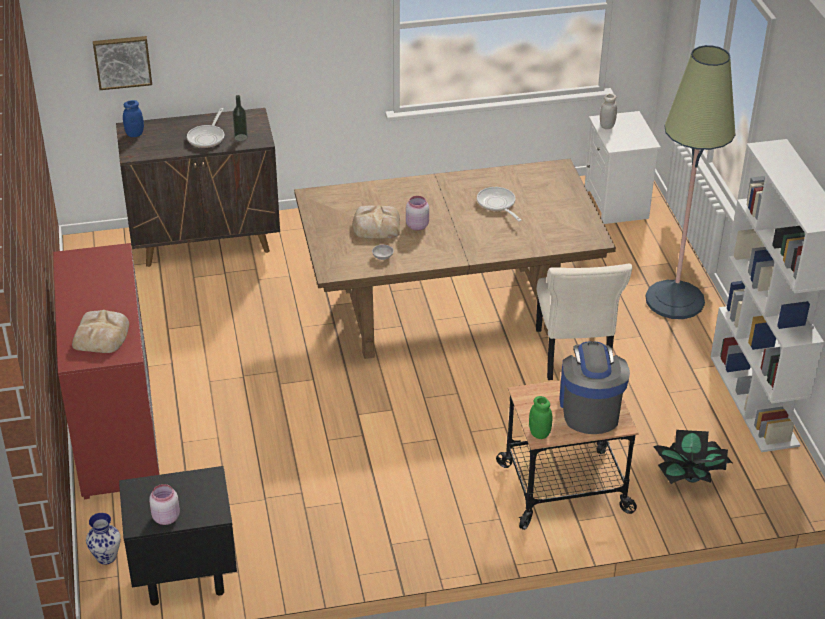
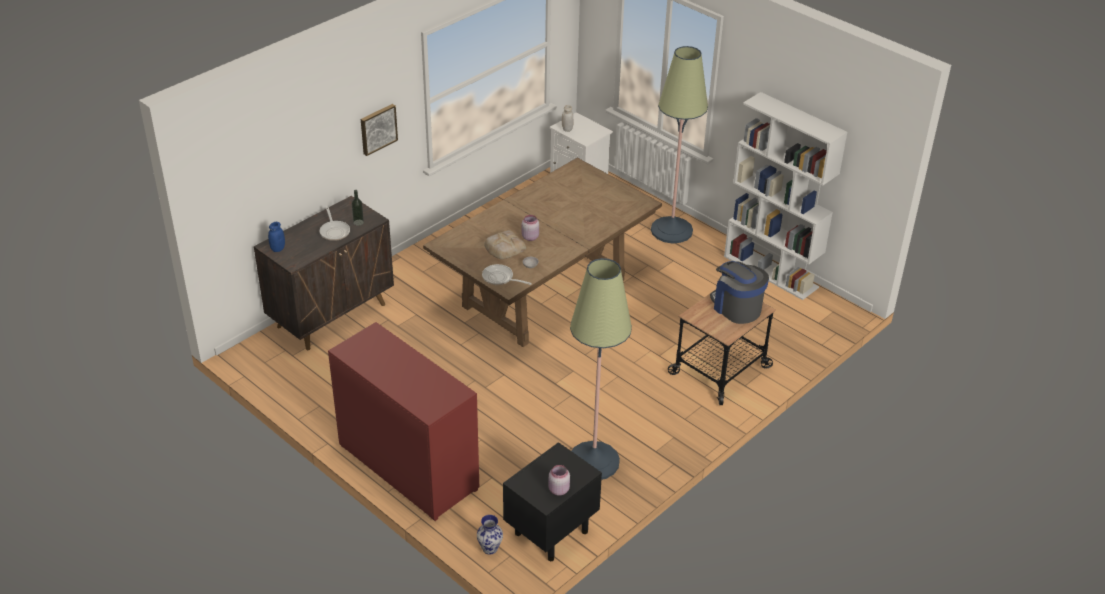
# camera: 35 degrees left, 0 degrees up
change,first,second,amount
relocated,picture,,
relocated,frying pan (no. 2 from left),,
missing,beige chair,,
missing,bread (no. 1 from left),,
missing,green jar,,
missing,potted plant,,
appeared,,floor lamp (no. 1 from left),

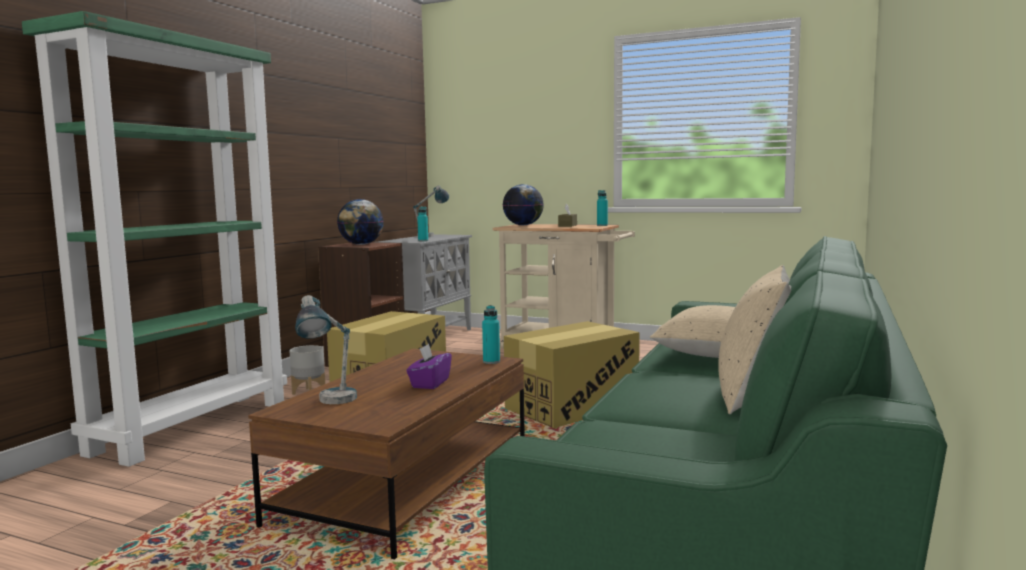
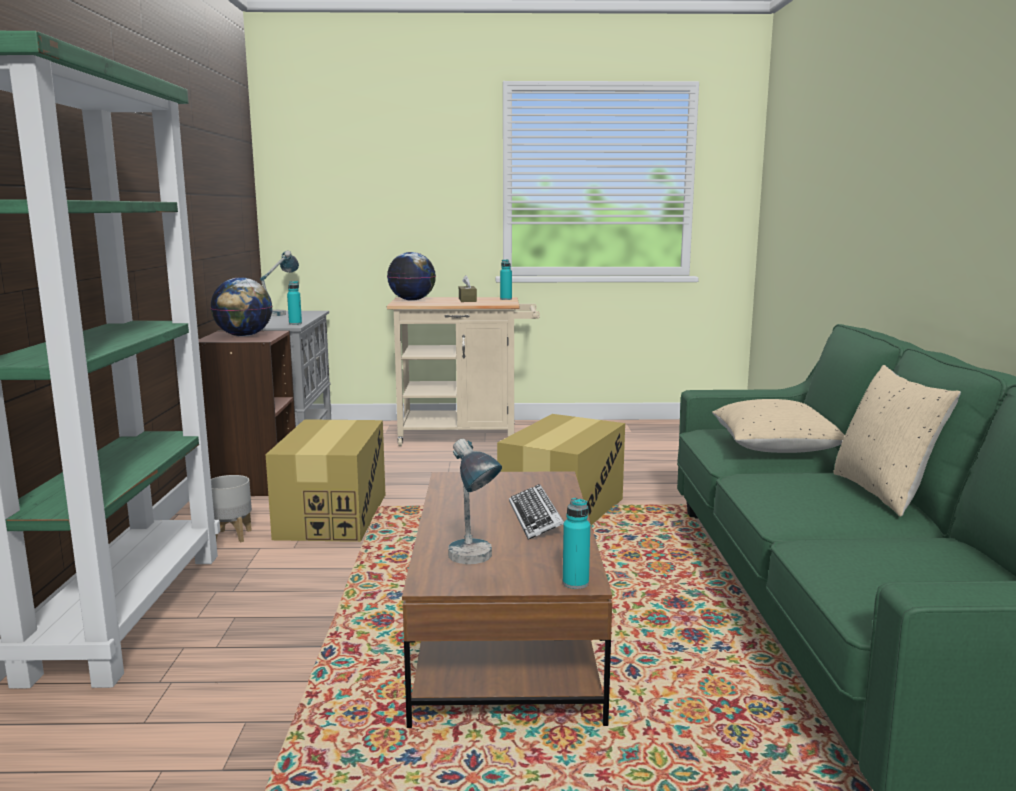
# camera: 25 degrees left, 5 degrees up
change,first,second,amount
relocated,turquoise bottle (no. 2 from left in the first image),turquoise bottle (no. 3 from left),
exchanged,purple tissue box,keyboard,

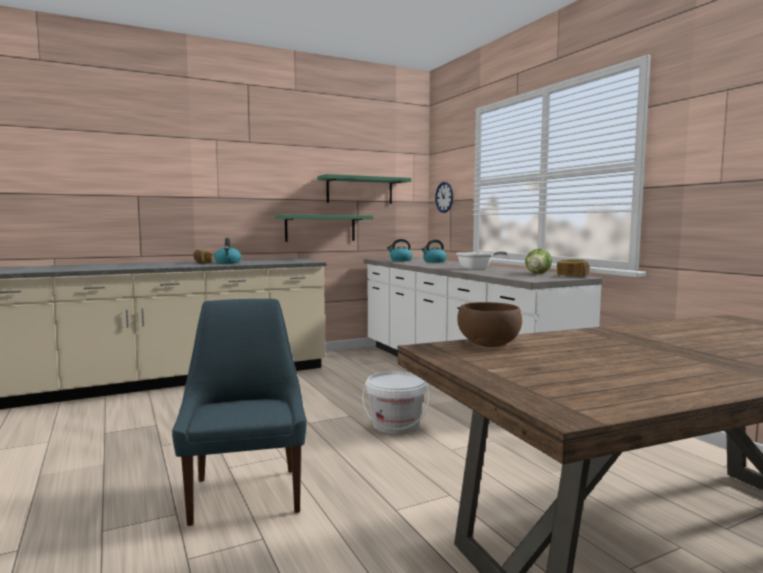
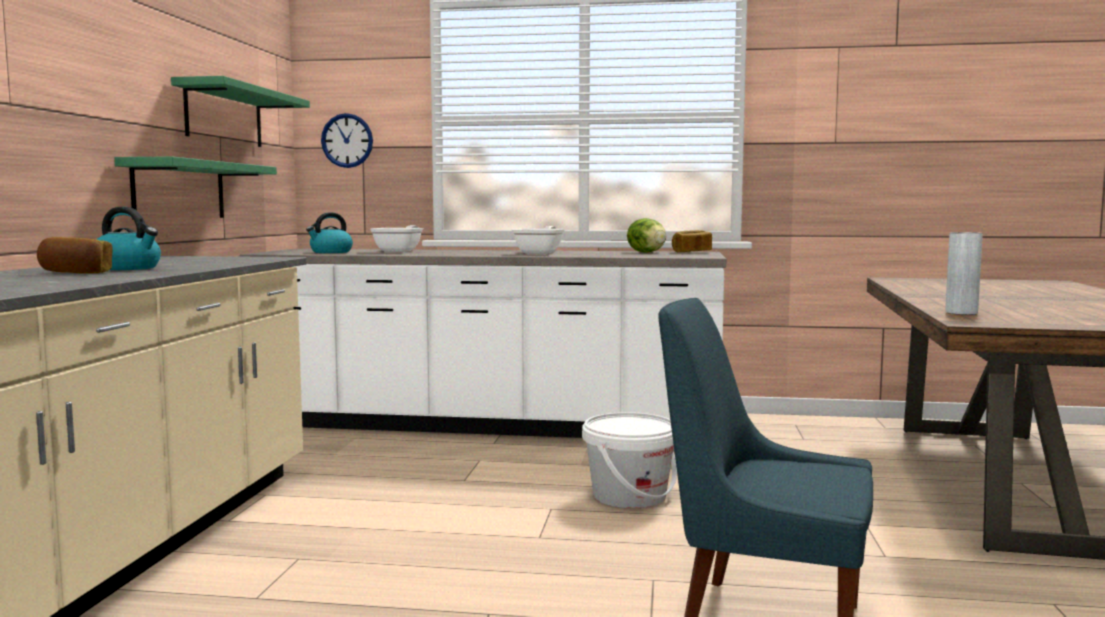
# camera: 55 degrees left, 0 degrees up
change,first,second,amount
exchanged,kettle (no. 3 from left),frying pan (no. 1 from left),
exchanged,brown bowl,grey vase,

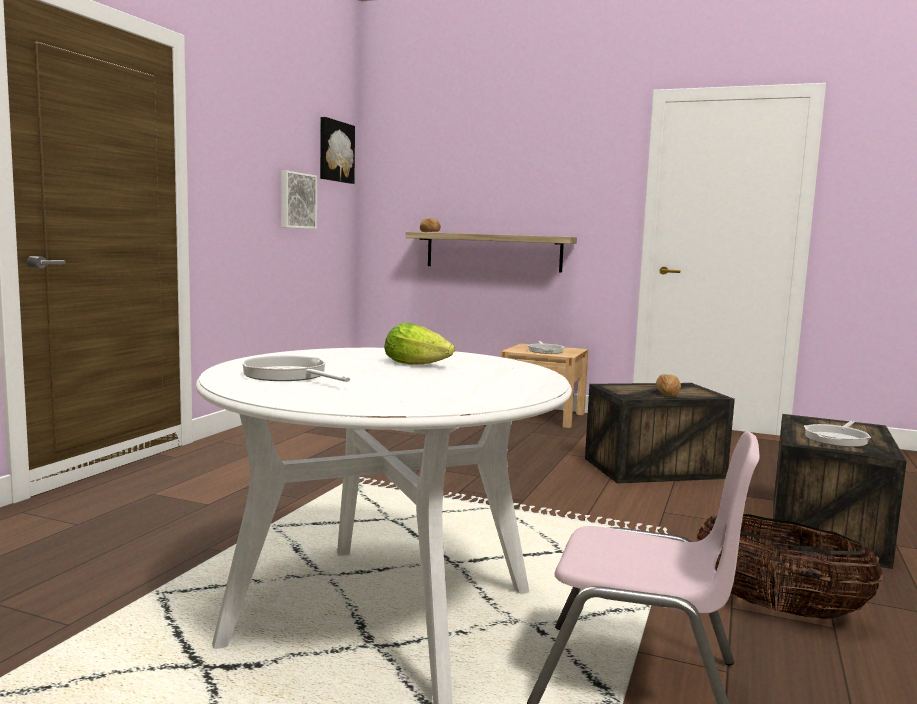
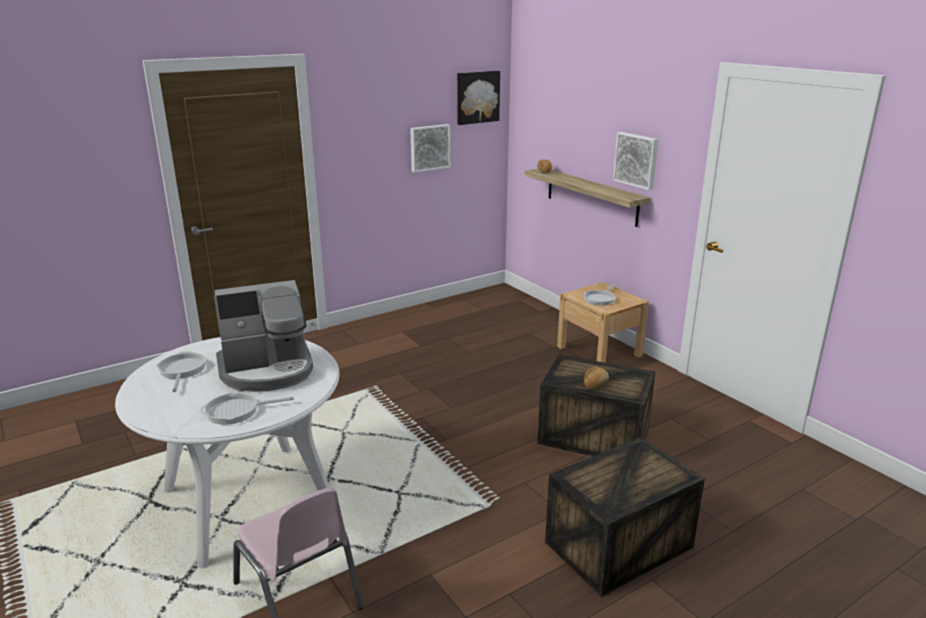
# camera: 35 degrees right, 15 degrees up
change,first,second,amount
exchanged,lettuce,coffee machine,
relocated,frying pan (no. 3 from left in the first image),frying pan (no. 2 from left),
missing,basket,,
appeared,,picture (no. 3 from left),

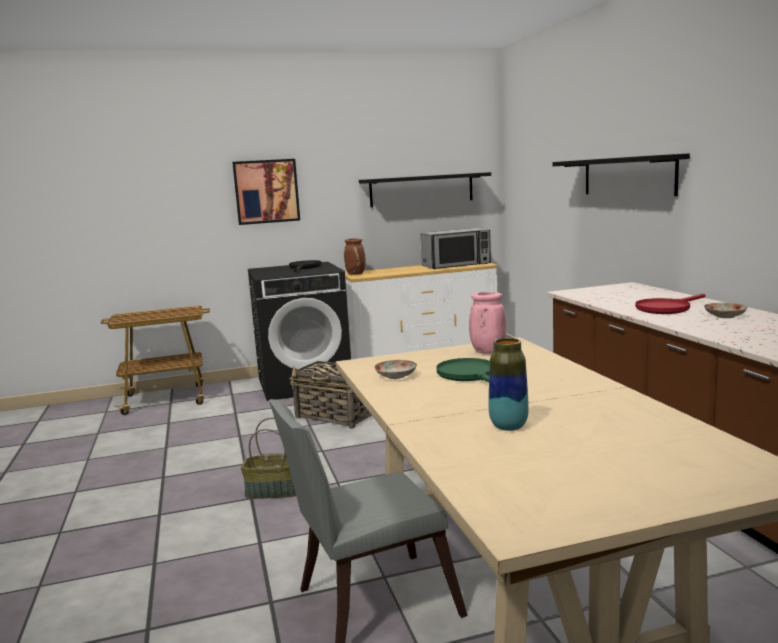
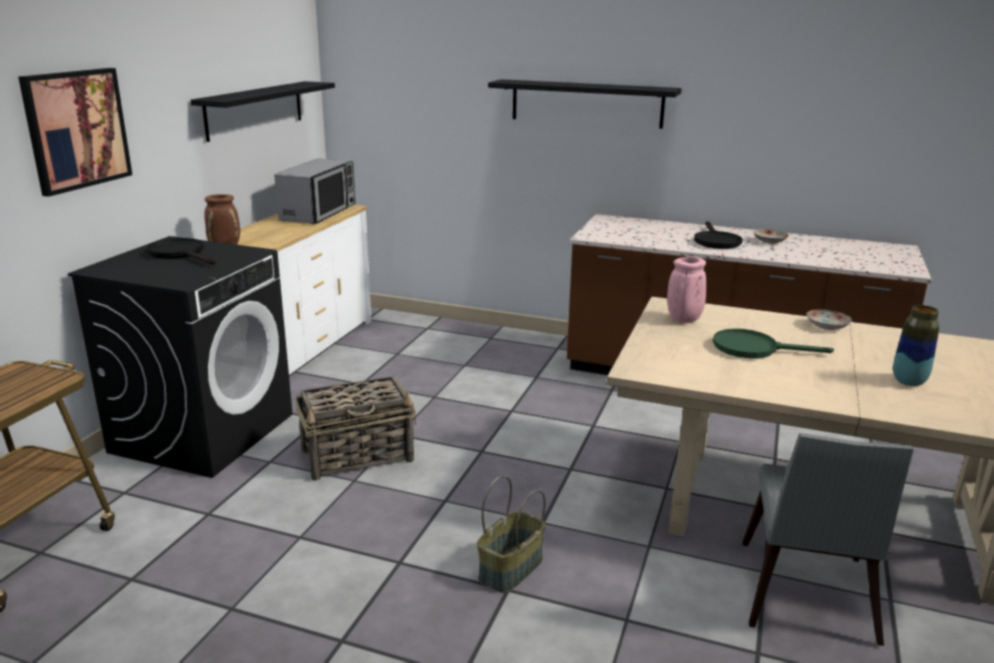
# camera: 55 degrees left, 10 degrees up
change,first,second,amount
colour,red frying pan,black frying pan (no. 2 from left),
relocated,plate (no. 1 from left in the first image),plate (no. 2 from left),

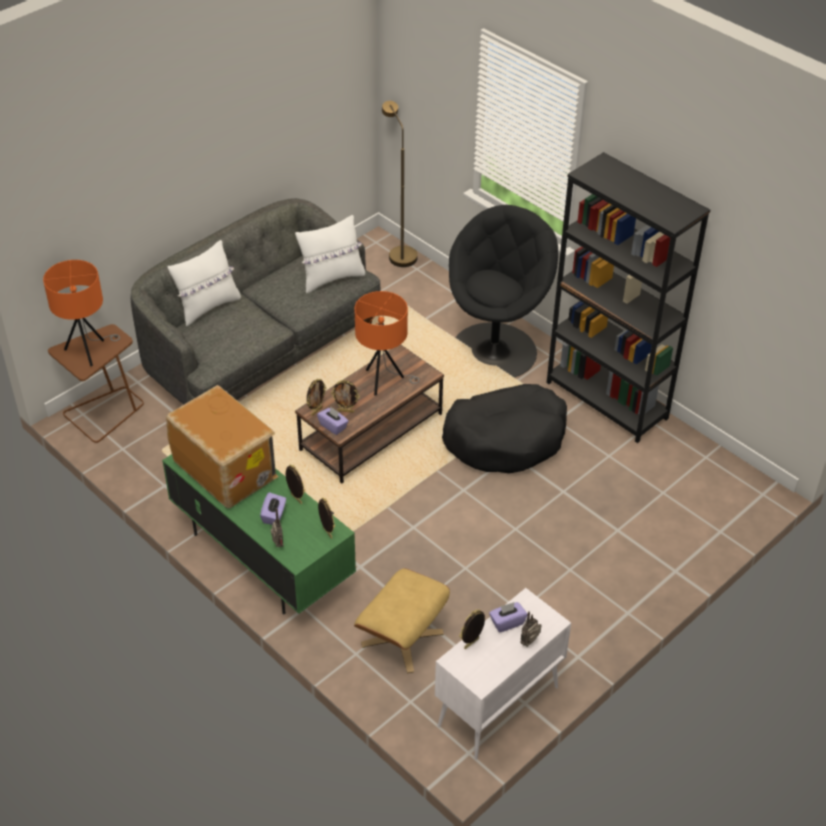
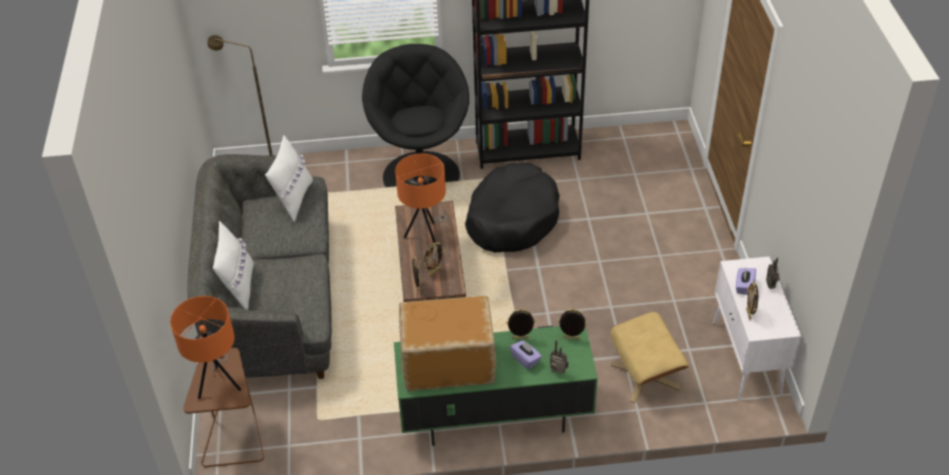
# camera: 50 degrees left, 0 degrees up
change,first,second,amount
missing,purple tissue box (no. 2 from left),,

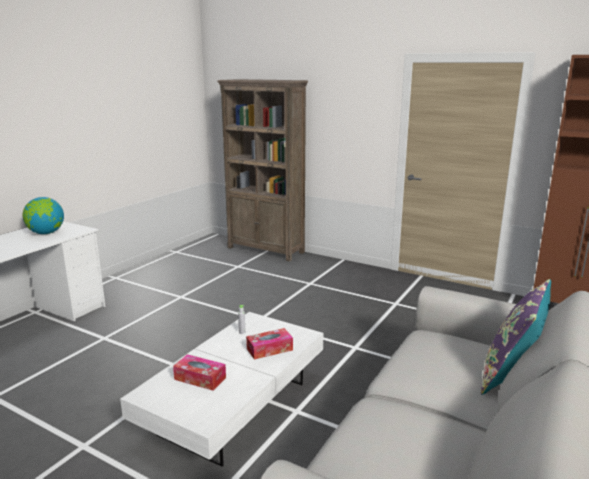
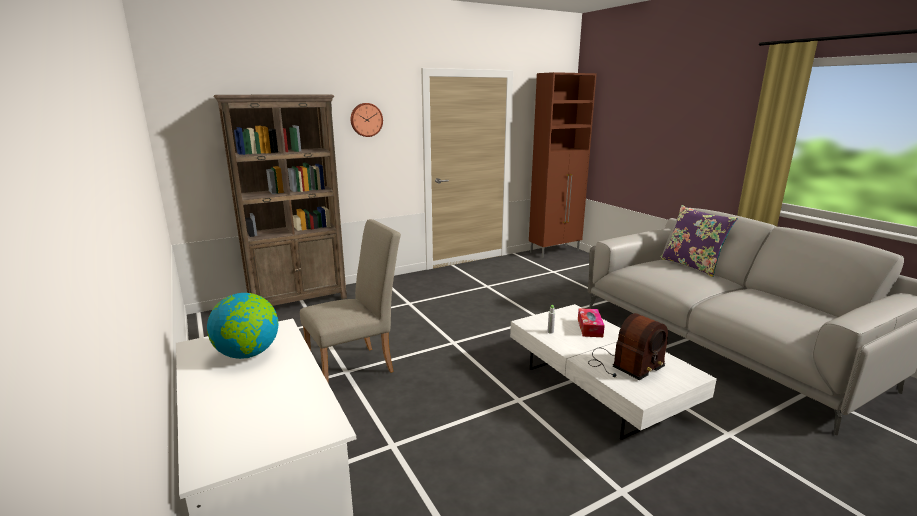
# camera: 60 degrees left, 0 degrees up
change,first,second,amount
exchanged,tissue box (no. 1 from left),radio,
appeared,,wall clock,
appeared,,beige chair,

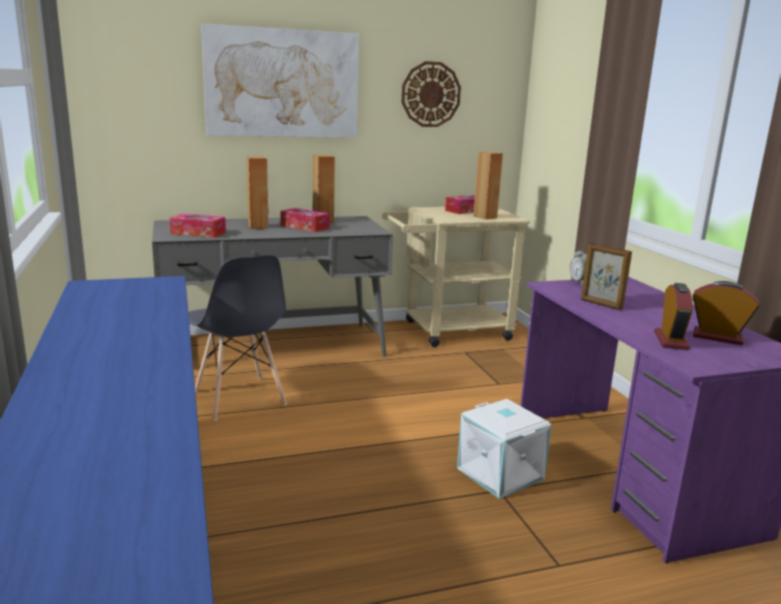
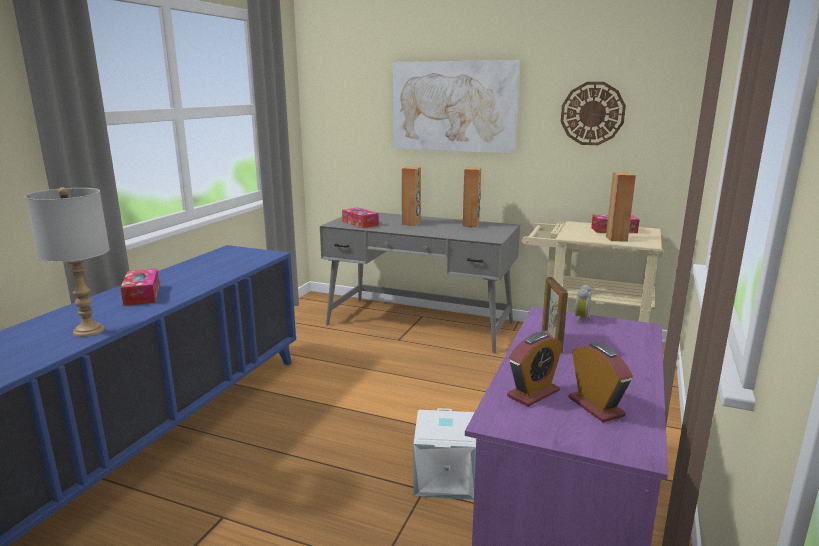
# camera: 40 degrees right, 0 degrees up
change,first,second,amount
relocated,tissue box (no. 2 from left in the first image),tissue box (no. 1 from left),
missing,grey chair,,
appeared,,grey table lamp,

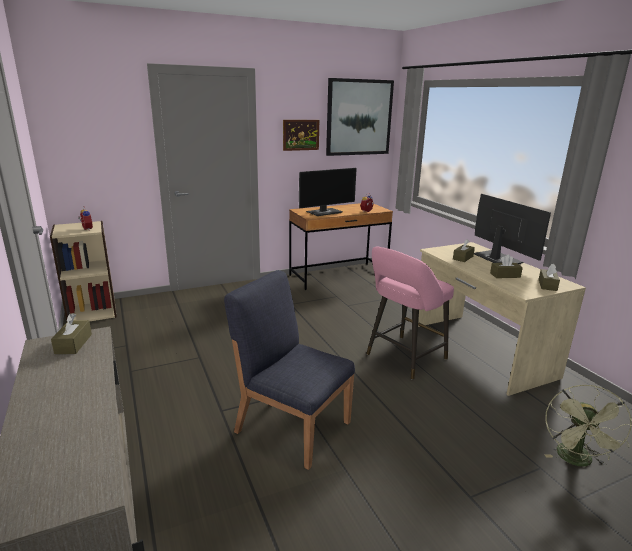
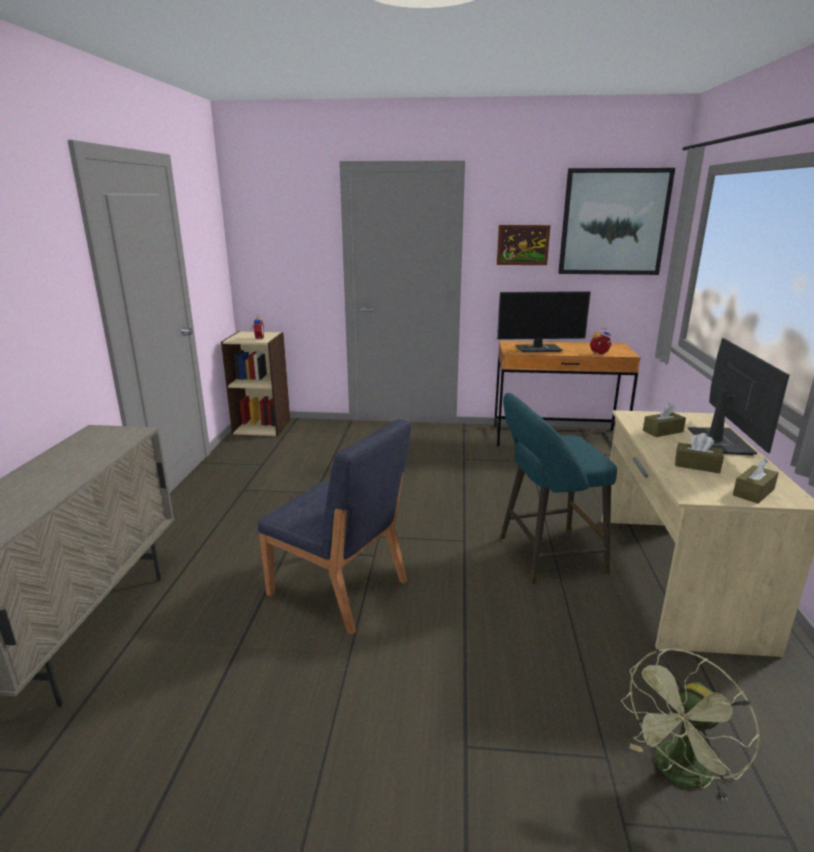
# camera: 30 degrees right, 0 degrees up
change,first,second,amount
colour,pink stool,turquoise stool,
spun,blue chair,,150 degrees clockwise
missing,brown tissue box (no. 1 from left),,

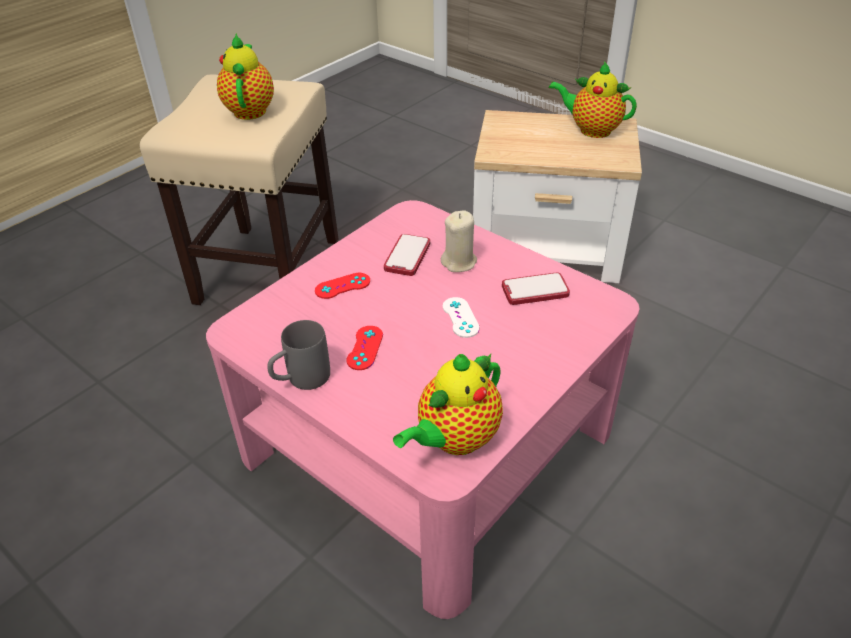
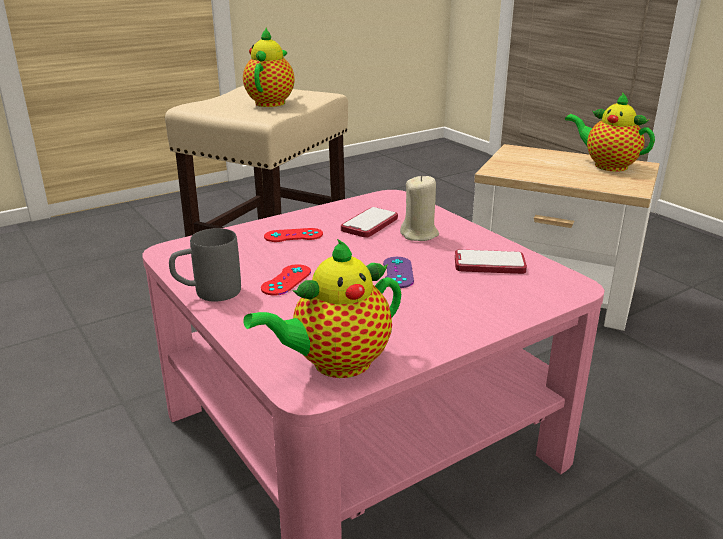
# camera: 15 degrees right, 15 degrees down
change,first,second,amount
colour,white game controller,purple game controller,

